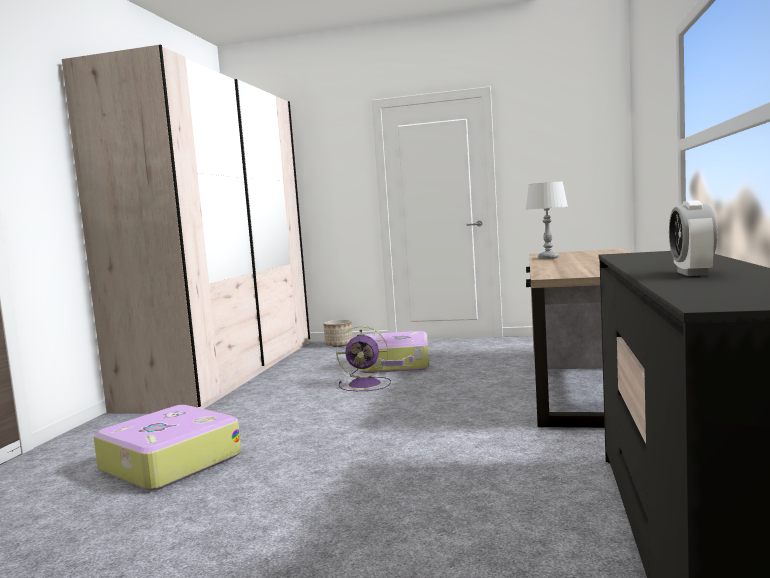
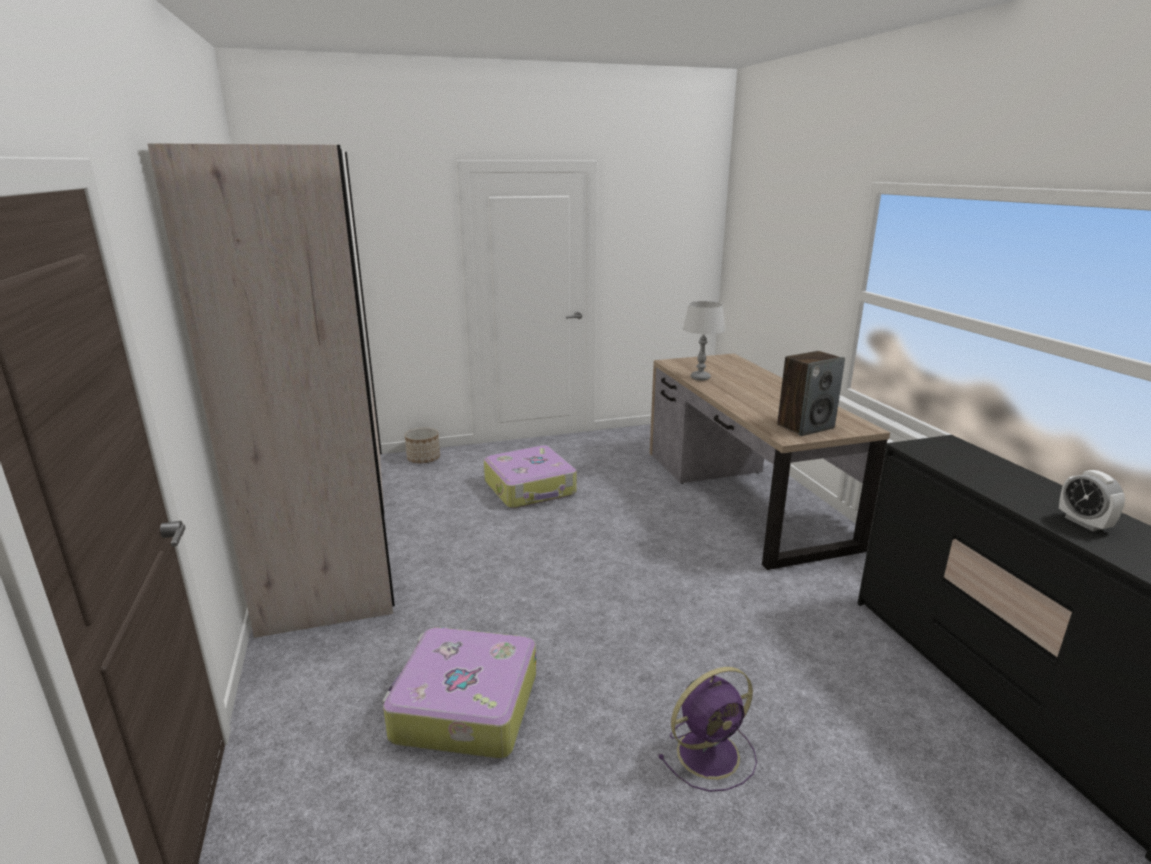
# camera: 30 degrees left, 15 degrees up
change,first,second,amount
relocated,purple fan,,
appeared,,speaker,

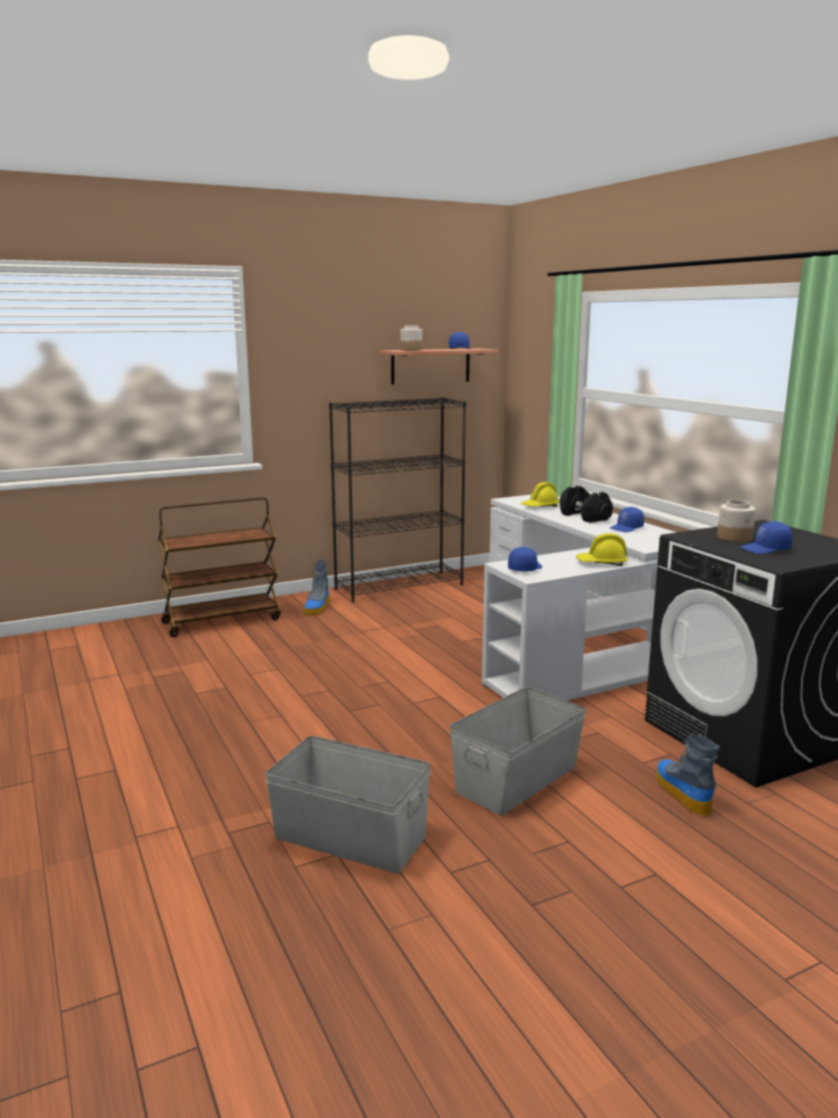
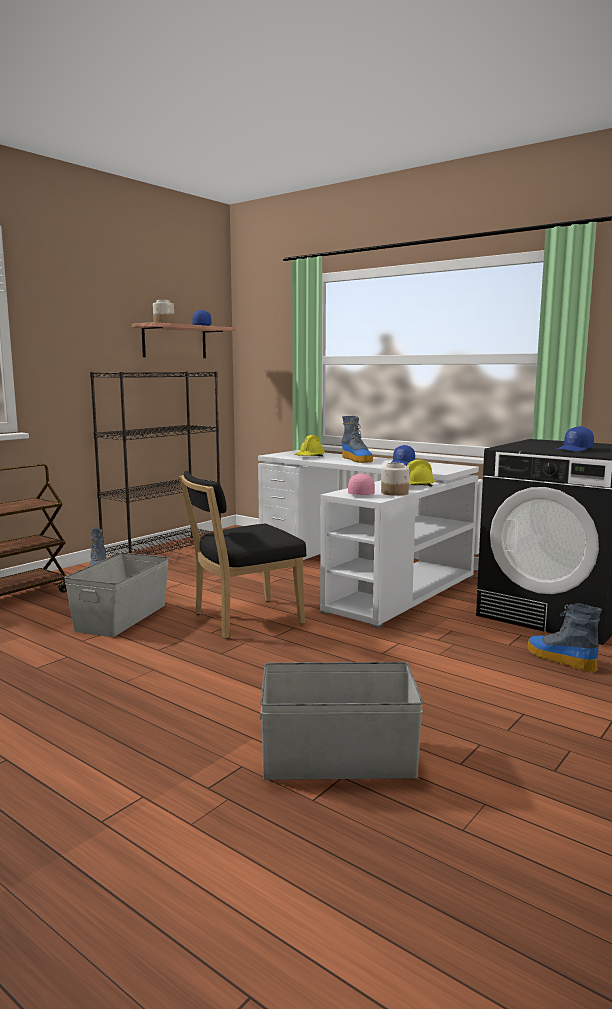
# camera: 25 degrees left, 5 degrees down
change,first,second,amount
exchanged,black dumbbell,boot (no. 2 from left),
relocated,jar (no. 2 from left),,
colour,blue cap (no. 2 from left),pink cap,
relocated,grey storage box (no. 2 from left in the first image),grey storage box (no. 1 from left),
appeared,,black chair,

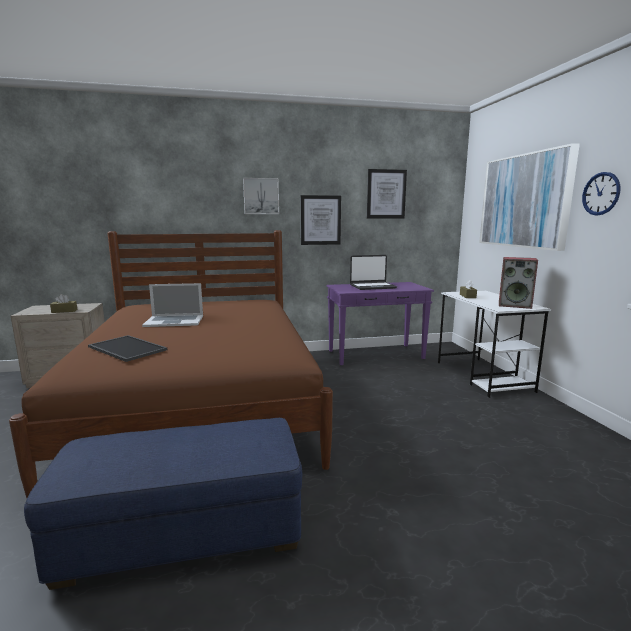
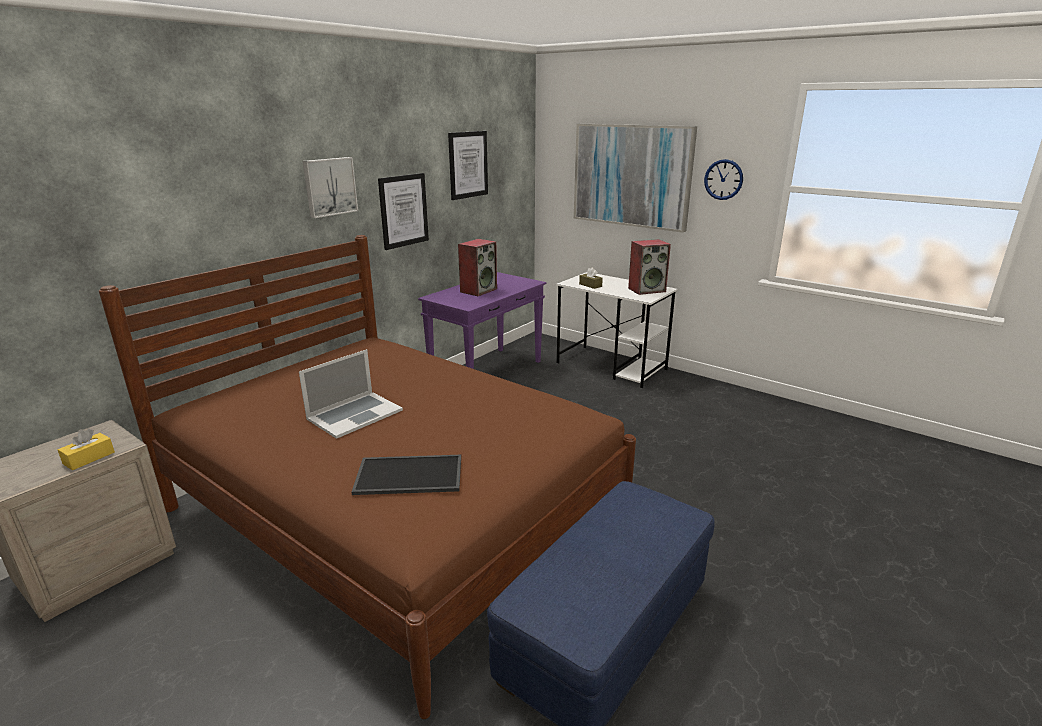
# camera: 40 degrees left, 10 degrees up
change,first,second,amount
exchanged,laptop (no. 2 from left),speaker (no. 1 from left),
colour,brown tissue box (no. 1 from left),yellow tissue box,

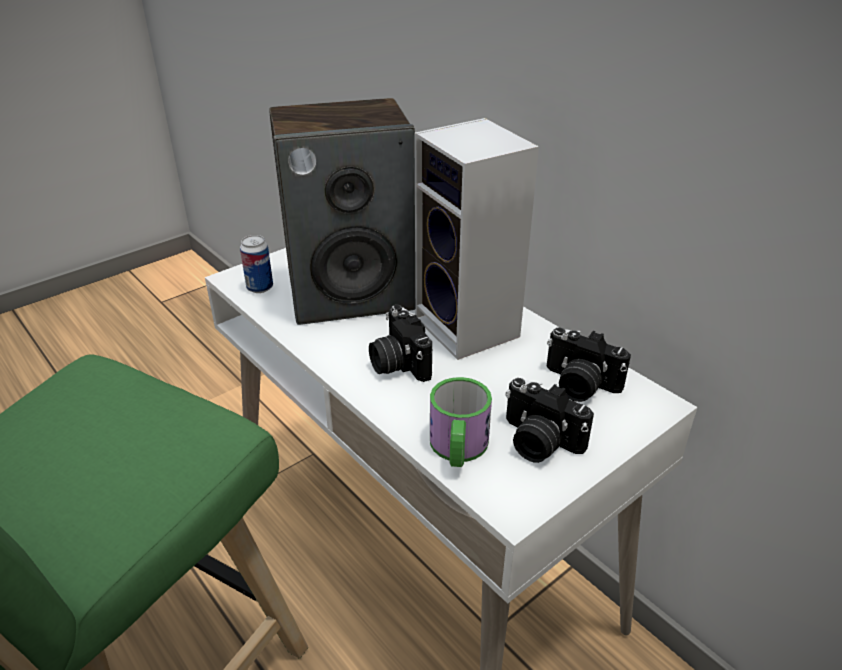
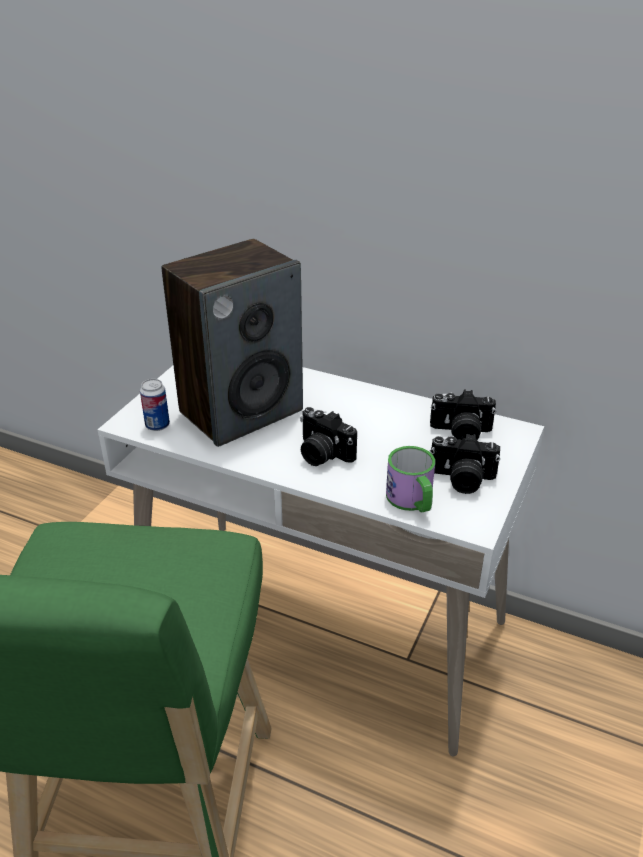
# camera: 25 degrees left, 0 degrees up
change,first,second,amount
missing,speaker (no. 2 from left),,

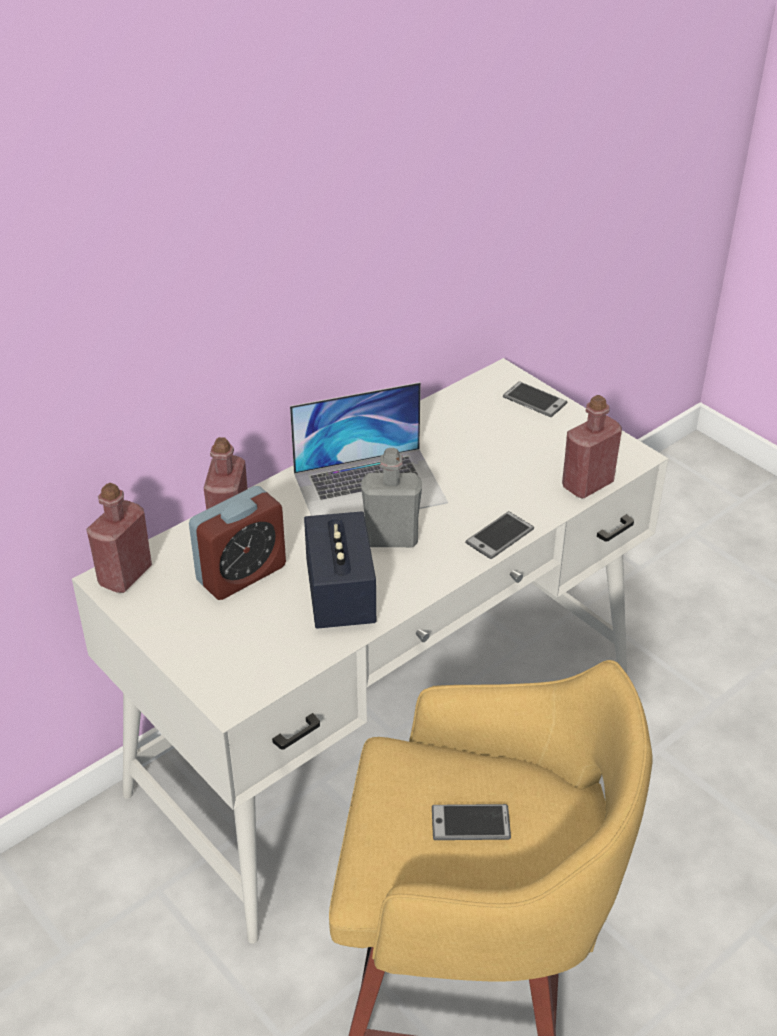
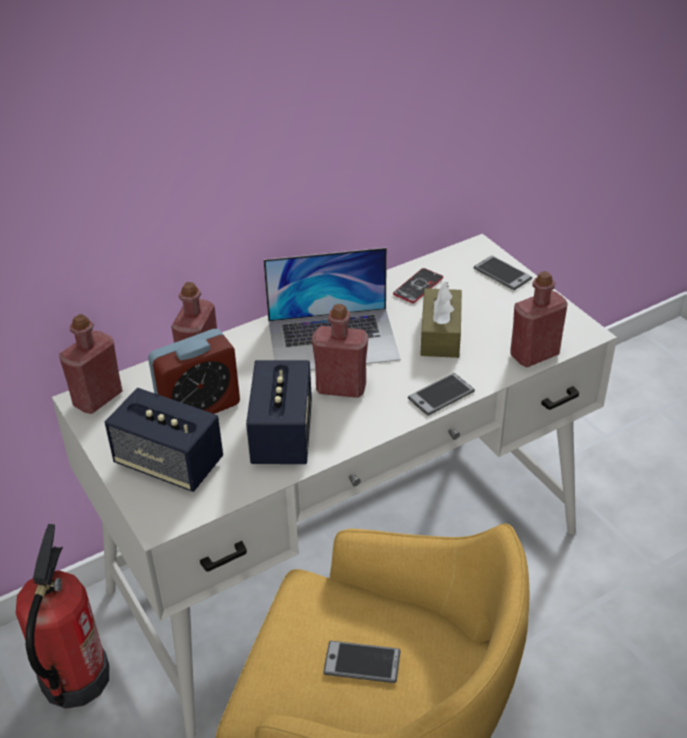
# camera: 10 degrees right, 0 degrees up
change,first,second,amount
colour,grey bottle,red bottle (no. 3 from left),
appeared,,phone (no. 2 from left),
appeared,,brown tissue box,
appeared,,speaker (no. 1 from left),
appeared,,fire extinguisher,

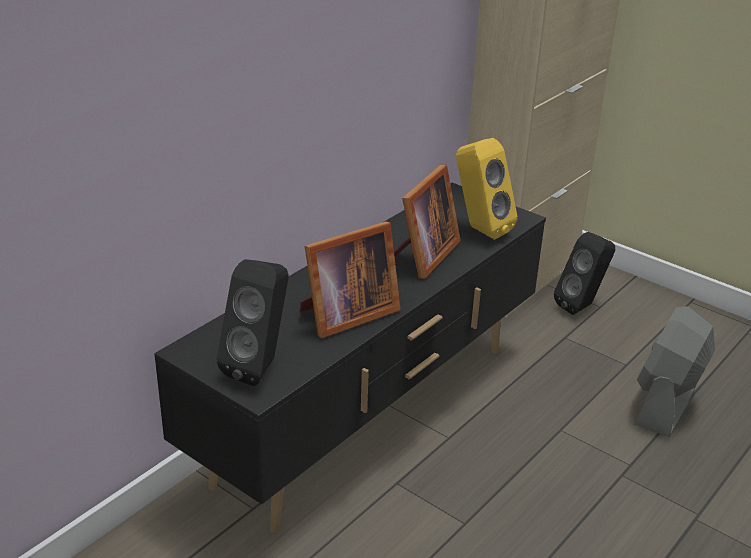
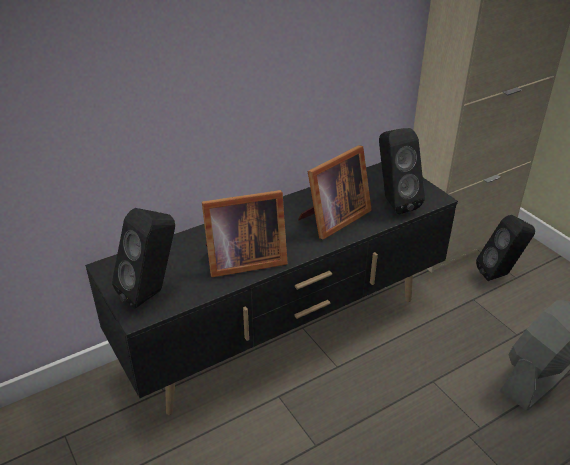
# camera: 20 degrees right, 5 degrees up
change,first,second,amount
colour,yellow speaker,black speaker (no. 2 from left),

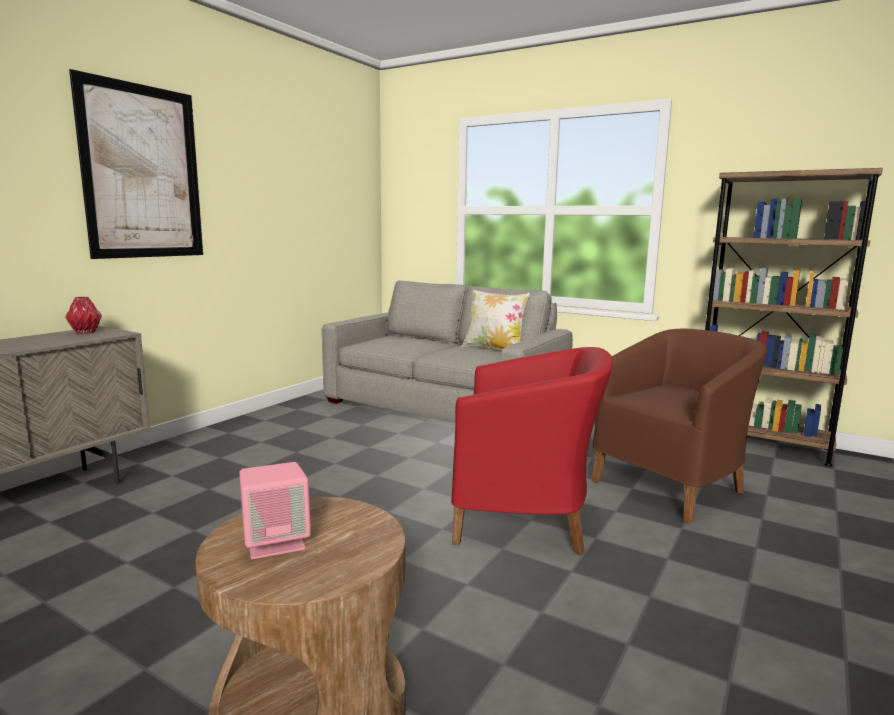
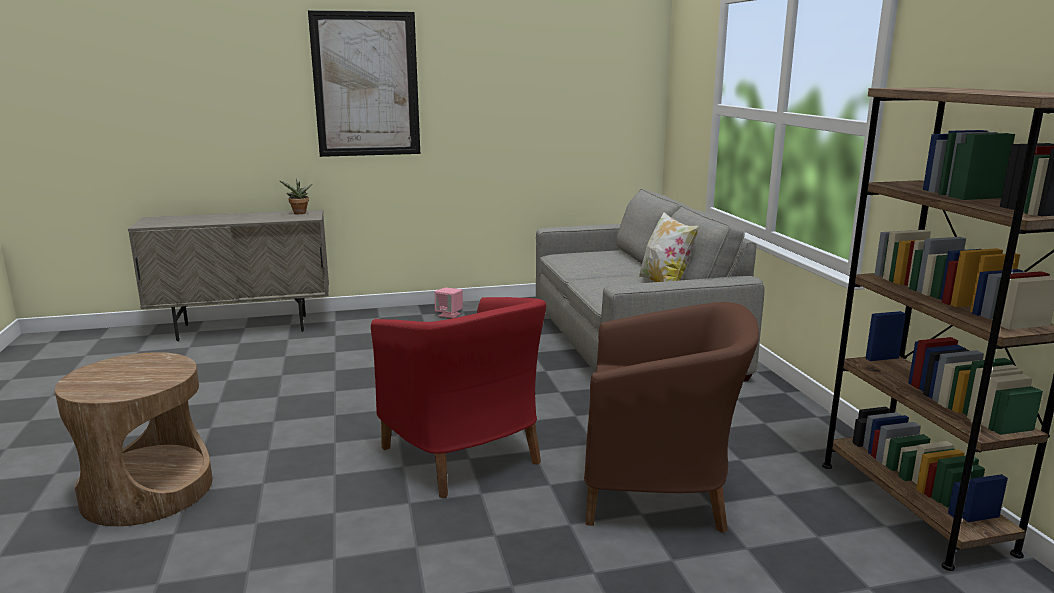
# camera: 45 degrees right, 5 degrees up
change,first,second,amount
exchanged,red vase,potted plant,
relocated,pink speaker,,

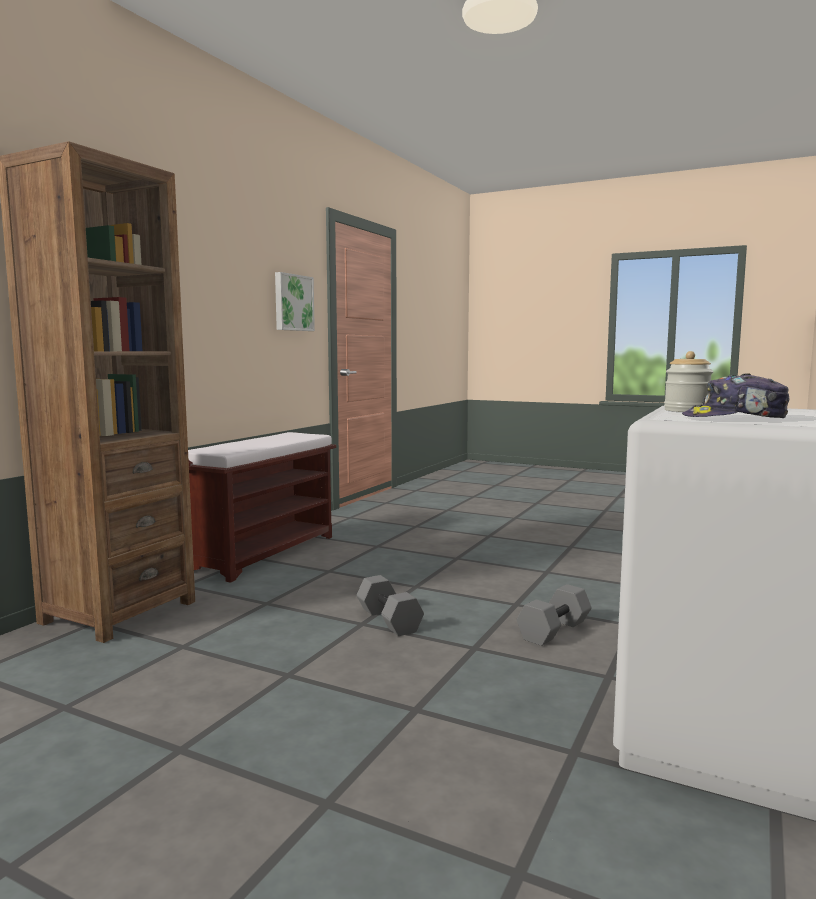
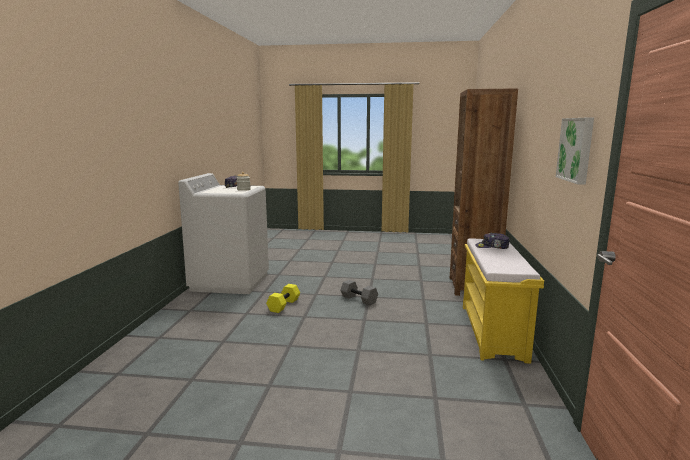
# camera: 160 degrees right, 5 degrees up
change,first,second,amount
colour,brown bench,yellow bench,
colour,grey dumbbell (no. 2 from left),yellow dumbbell,
appeared,,cap (no. 2 from left),

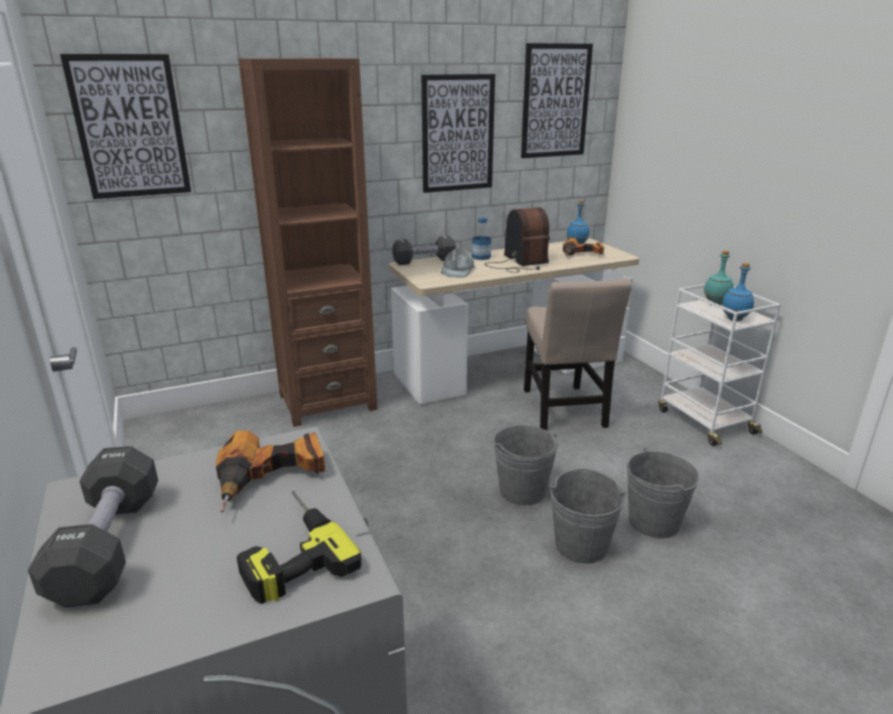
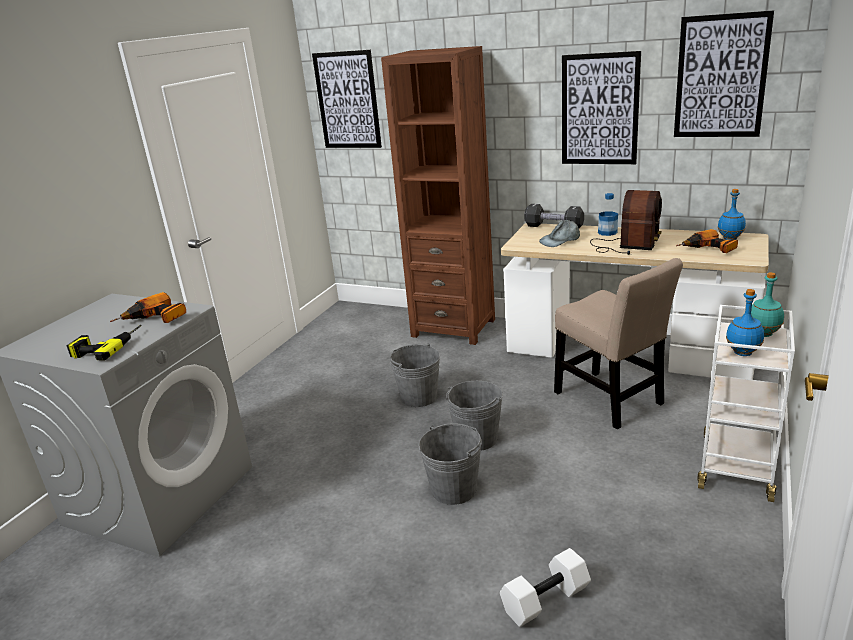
# camera: 50 degrees right, 0 degrees up
change,first,second,amount
spun,beige chair,,75 degrees counterclockwise
missing,black dumbbell (no. 1 from left),,
relocated,grey bucket (no. 3 from left in the first image),grey bucket (no. 1 from left),
appeared,,white dumbbell,

